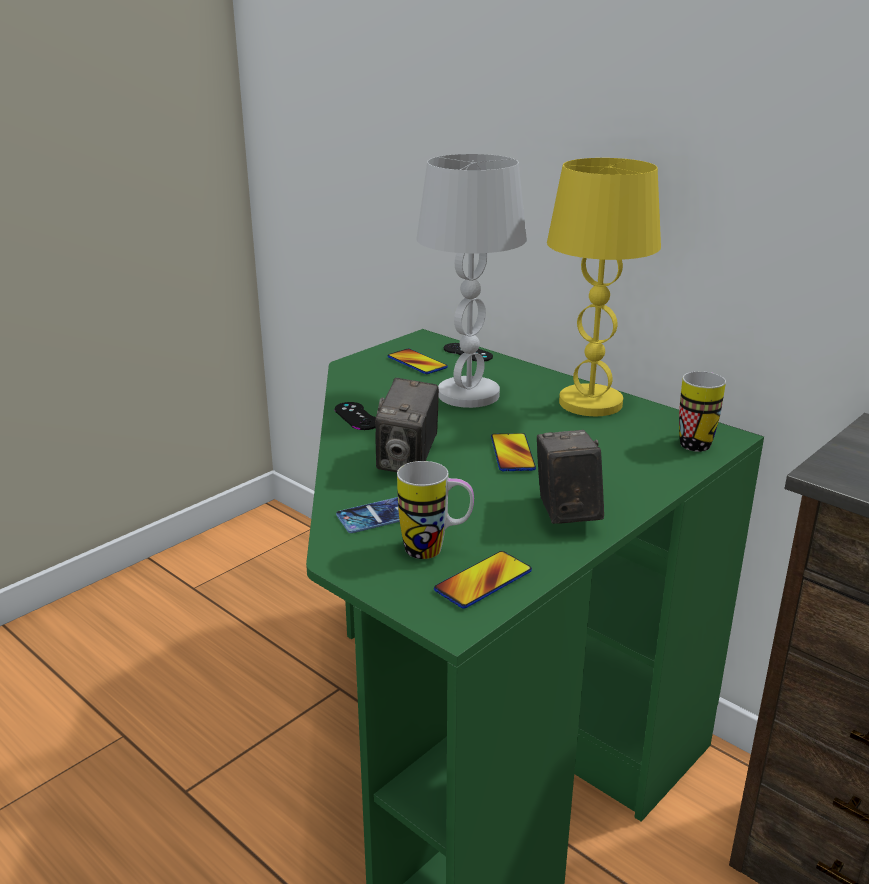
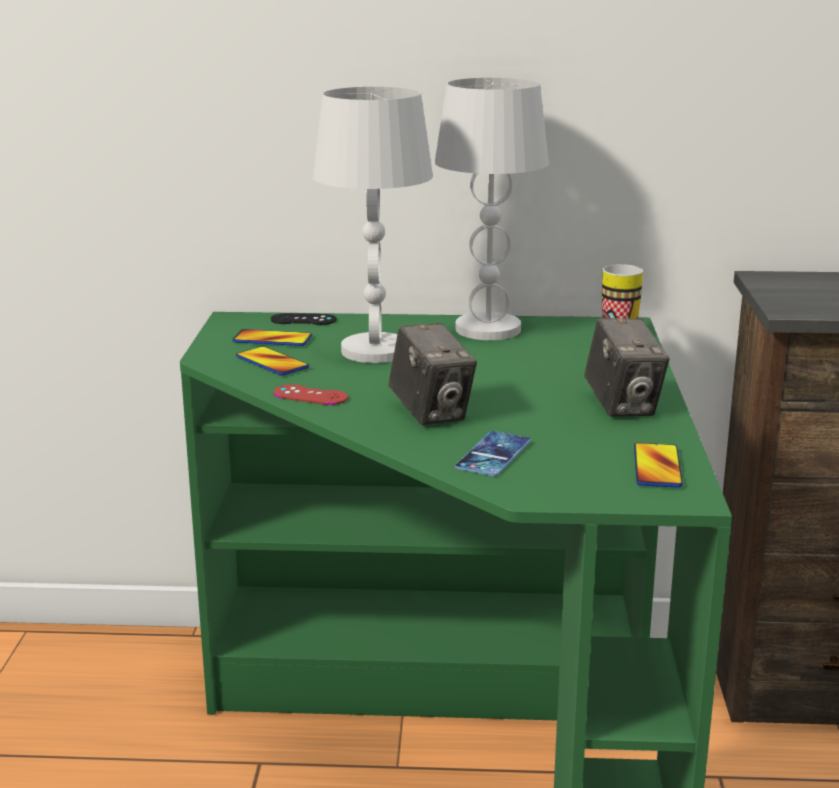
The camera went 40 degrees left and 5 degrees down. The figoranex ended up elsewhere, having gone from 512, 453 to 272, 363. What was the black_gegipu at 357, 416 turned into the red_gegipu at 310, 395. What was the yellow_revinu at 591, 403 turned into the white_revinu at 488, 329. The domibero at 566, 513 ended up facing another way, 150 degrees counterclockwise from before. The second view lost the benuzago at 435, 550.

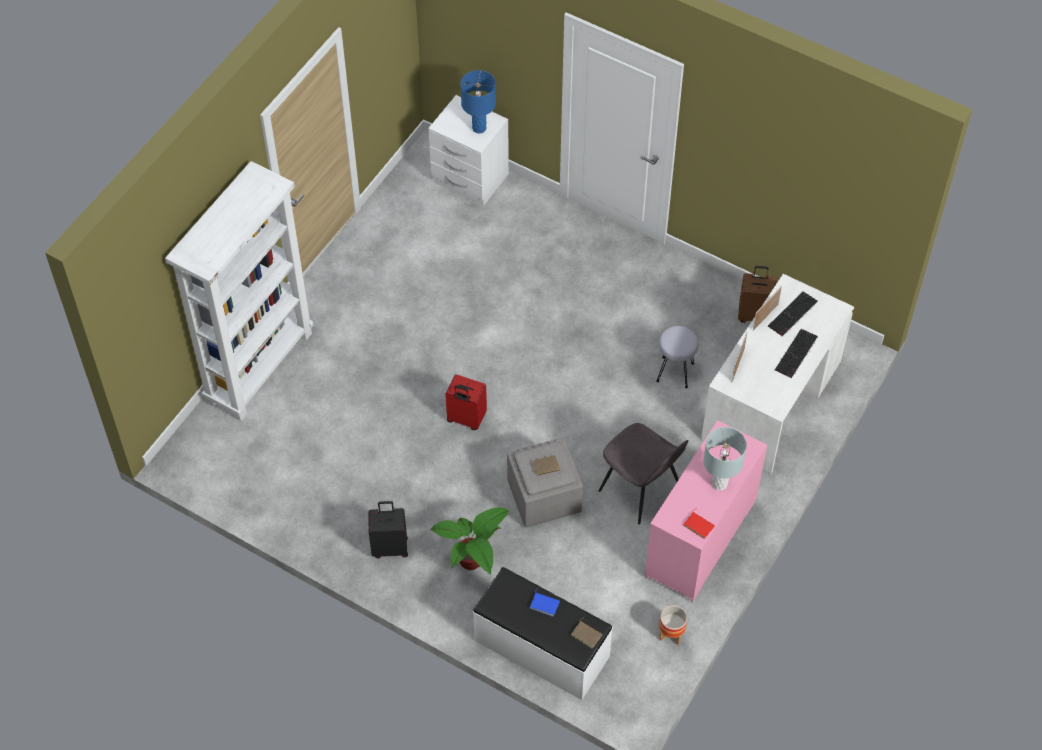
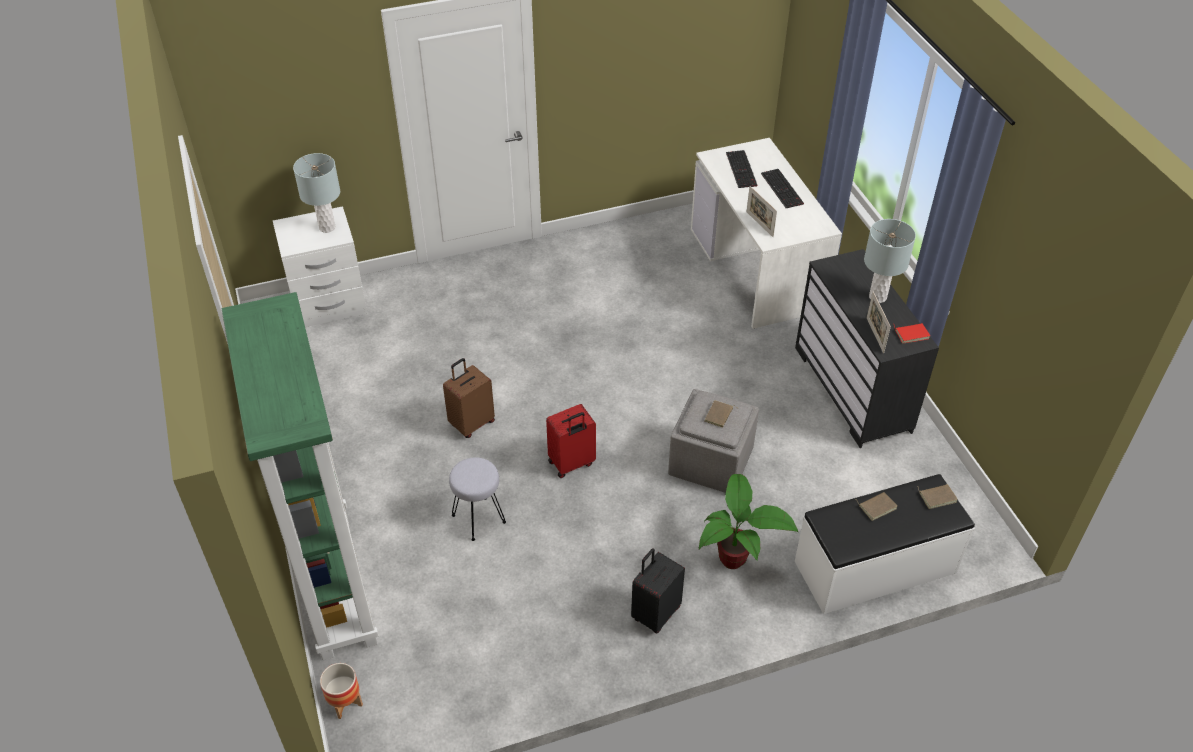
The camera went 50 degrees left and 10 degrees down. What was the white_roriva at 260, 366 turned into the green_roriva at 333, 584. What was the blue_revinu at 479, 128 turned into the grey_revinu at 327, 227. The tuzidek ended up elsewhere, having gone from 671, 633 to 345, 702. The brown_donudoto ended up elsewhere, having gone from 754, 314 to 471, 423. The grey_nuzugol ended up elsewhere, having gone from 675, 371 to 478, 518. What was the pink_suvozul at 701, 540 turned into the black_suvozul at 853, 389. What was the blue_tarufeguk at 545, 604 turned into the brown_tarufeguk at 877, 506. The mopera ended up elsewhere, having gone from 765, 317 to 875, 335. The second view lost the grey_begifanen at 641, 490.

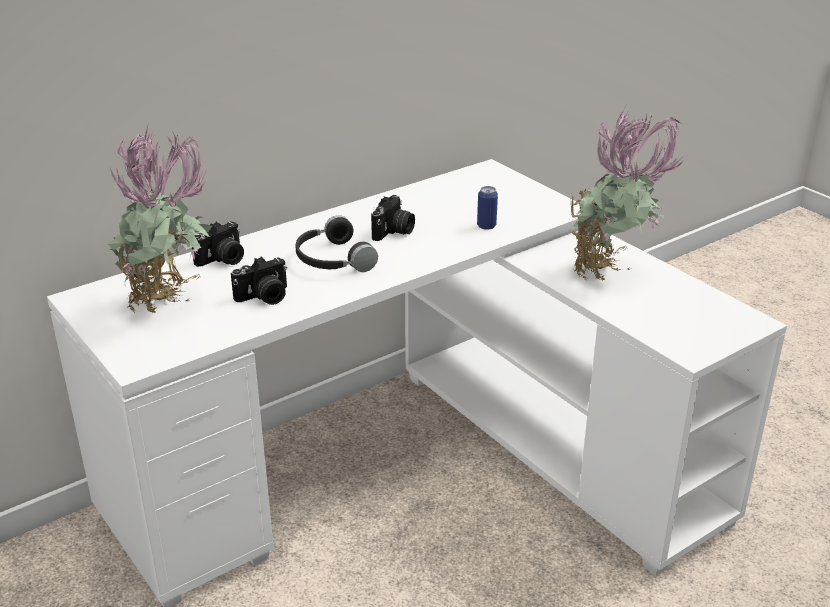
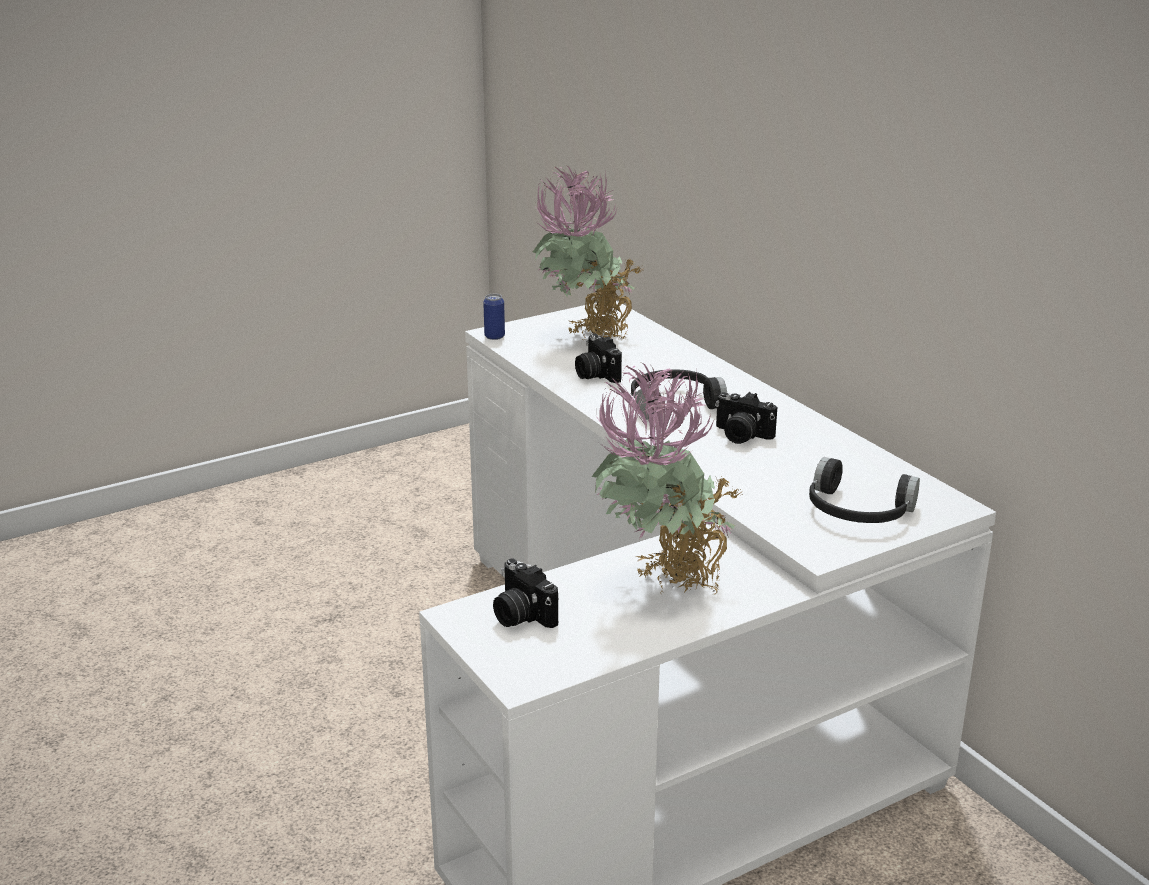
The camera went 95 degrees right and 5 degrees down. The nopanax ended up elsewhere, having gone from 486, 226 to 494, 336. The domibero ended up elsewhere, having gone from 222, 260 to 521, 615. The second view gained the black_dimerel at 857, 511.

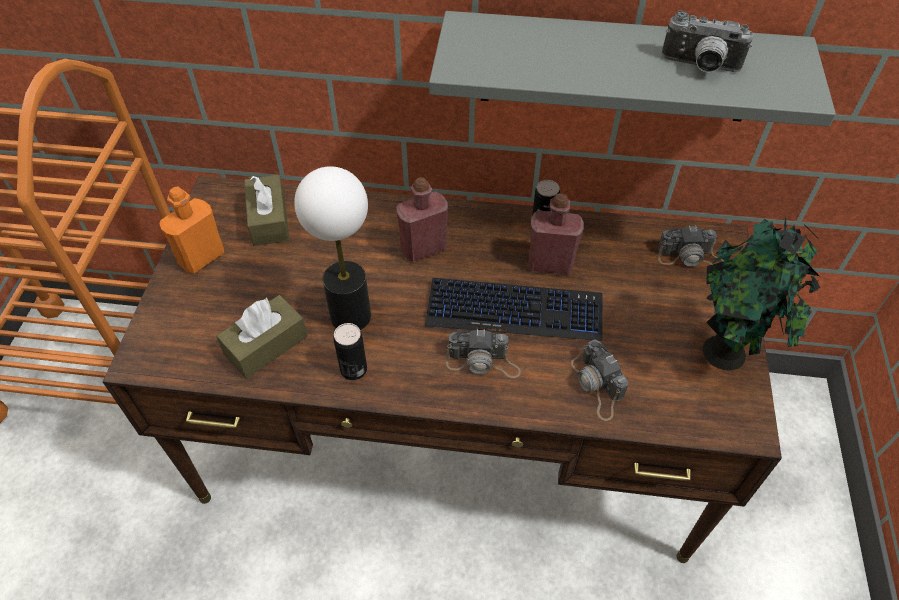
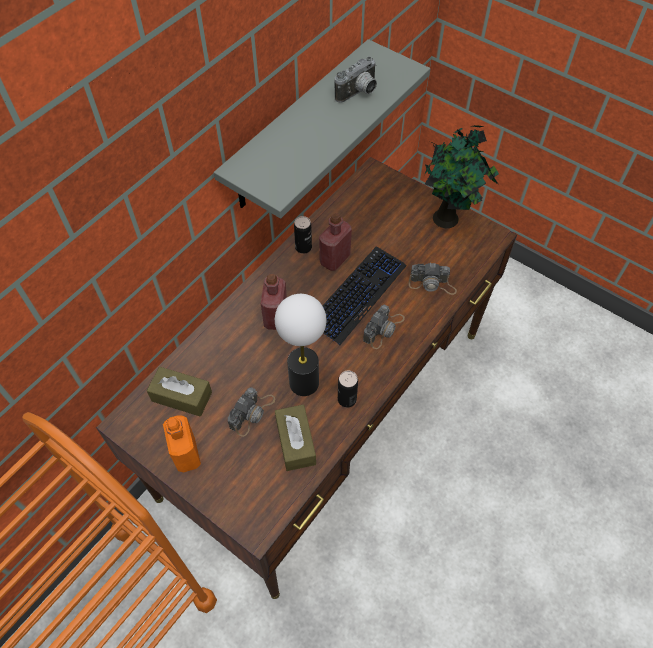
The camera went 60 degrees left and 5 degrees up. The domibero ended up elsewhere, having gone from 691, 256 to 252, 413.

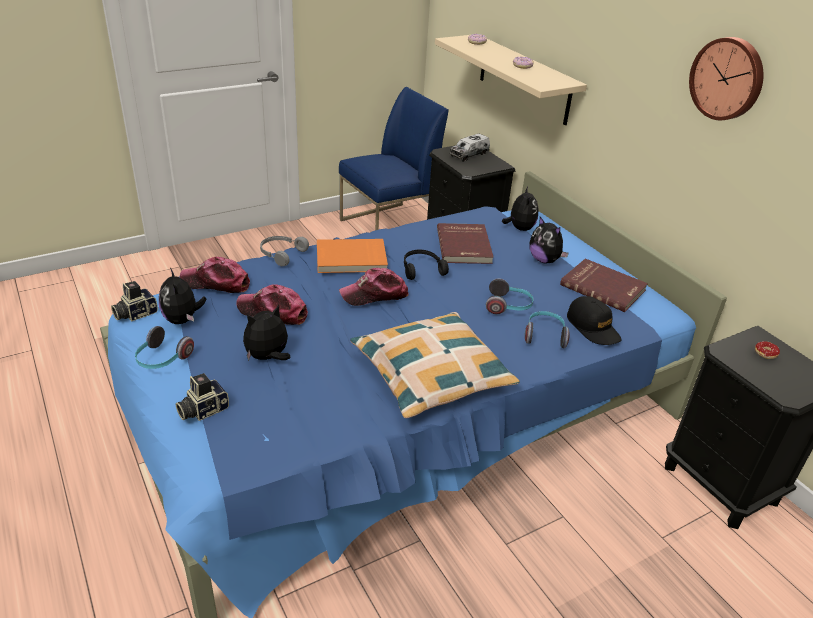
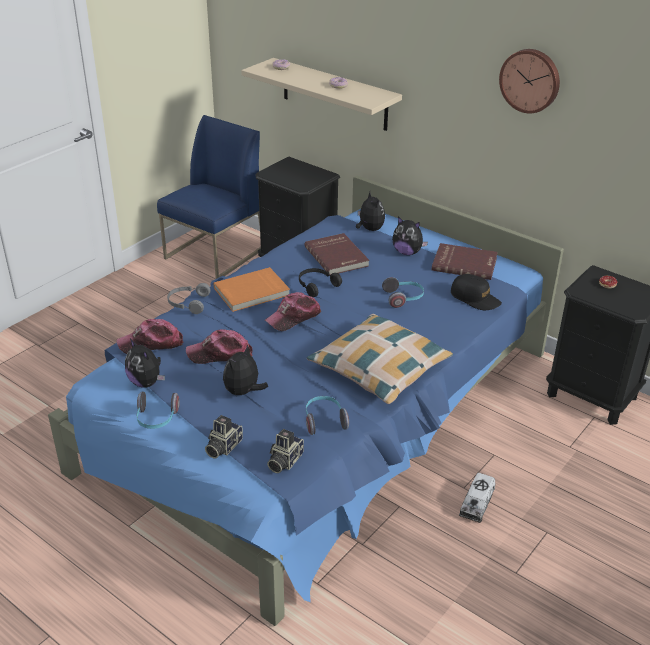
The camera went 20 degrees left and 0 degrees up. The domibero ended up elsewhere, having gone from 135, 313 to 284, 461. The dimerel ended up elsewhere, having gone from 544, 335 to 324, 421. The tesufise ended up elsewhere, having gone from 469, 154 to 476, 504.

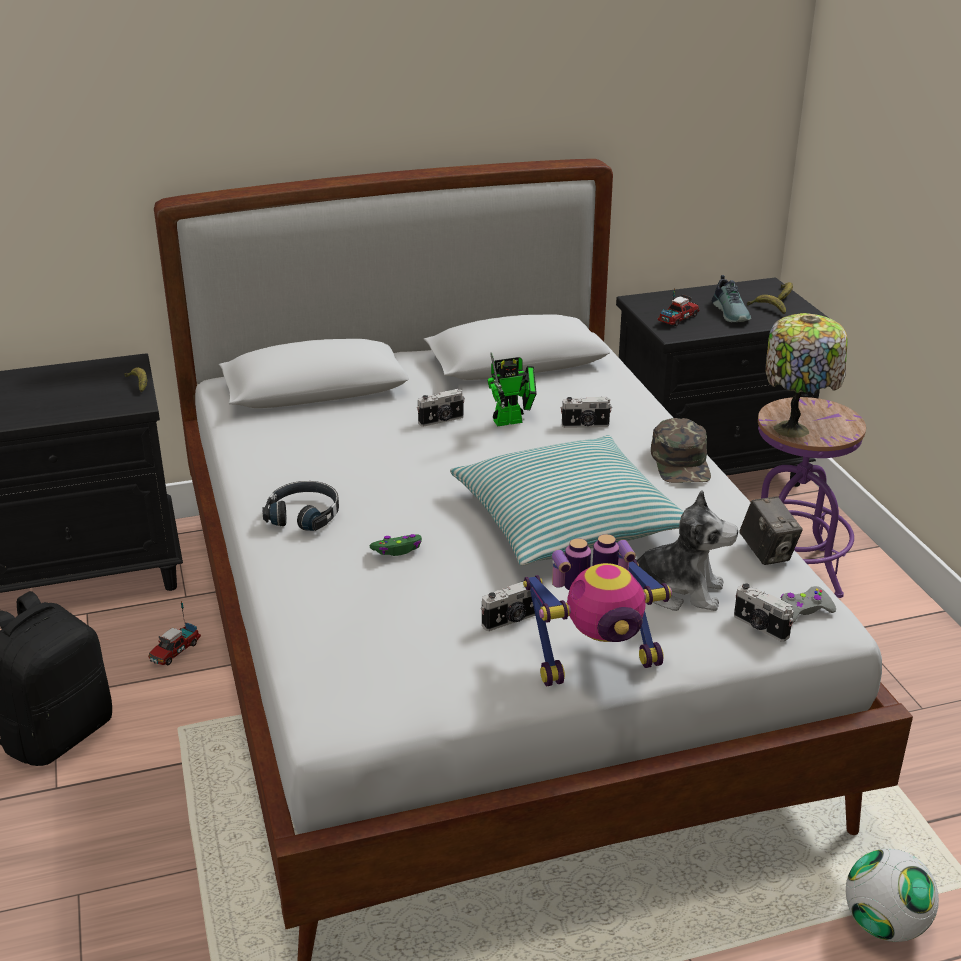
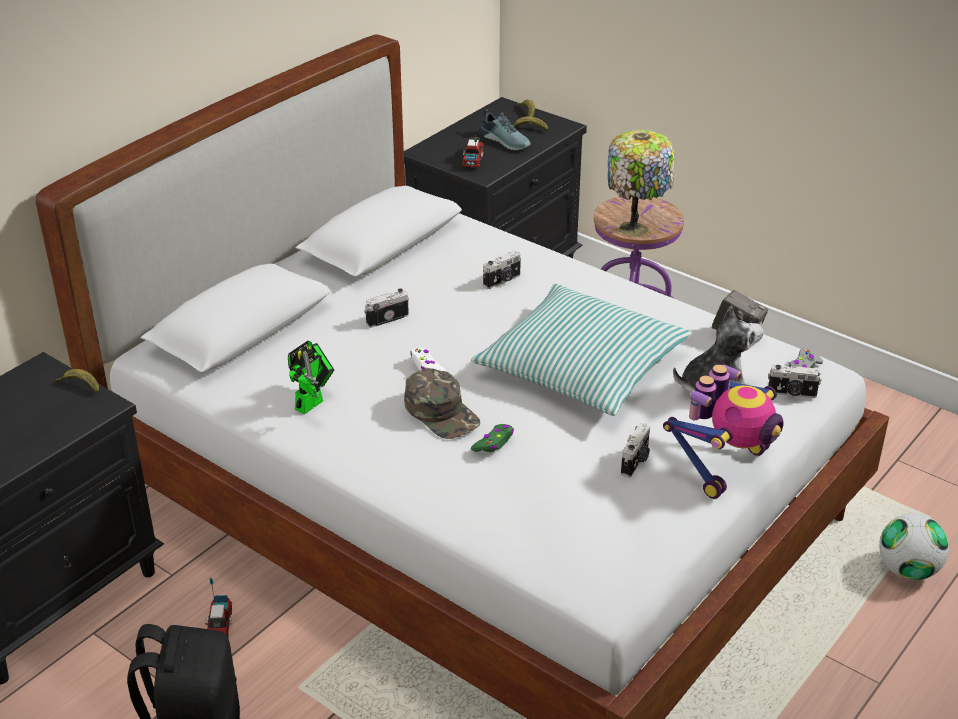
The camera went 35 degrees left and 5 degrees up. The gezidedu ended up elsewhere, having gone from 512, 421 to 312, 402. The domibero at 441, 420 ended up facing another way, 150 degrees counterclockwise from before. The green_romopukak ended up elsewhere, having gone from 681, 462 to 442, 412. The second view gained the white_gegipu at 427, 366. The second view lost the black_dimerel at 304, 514.

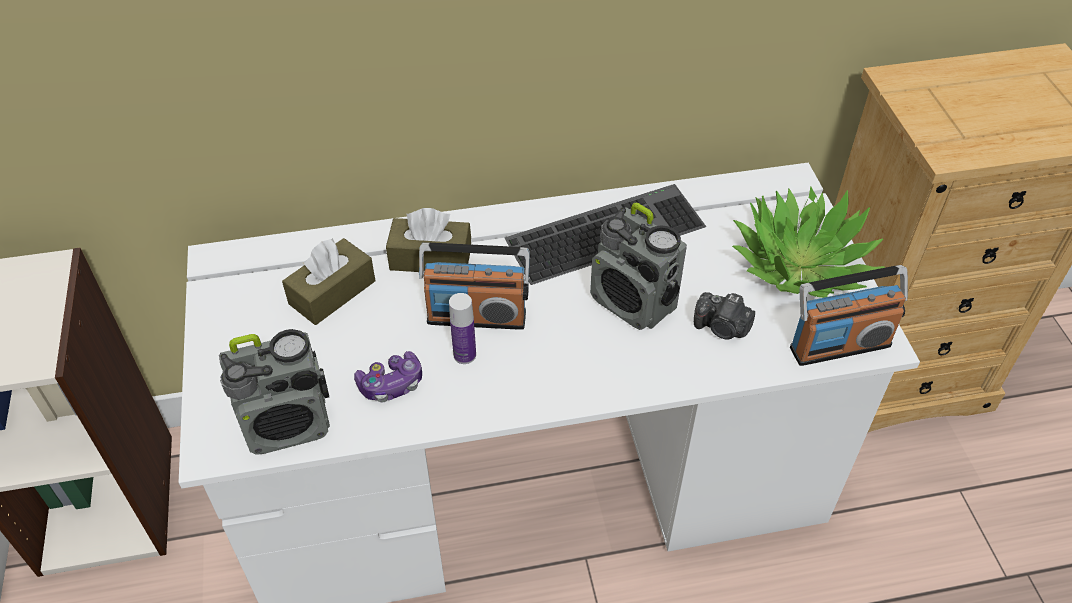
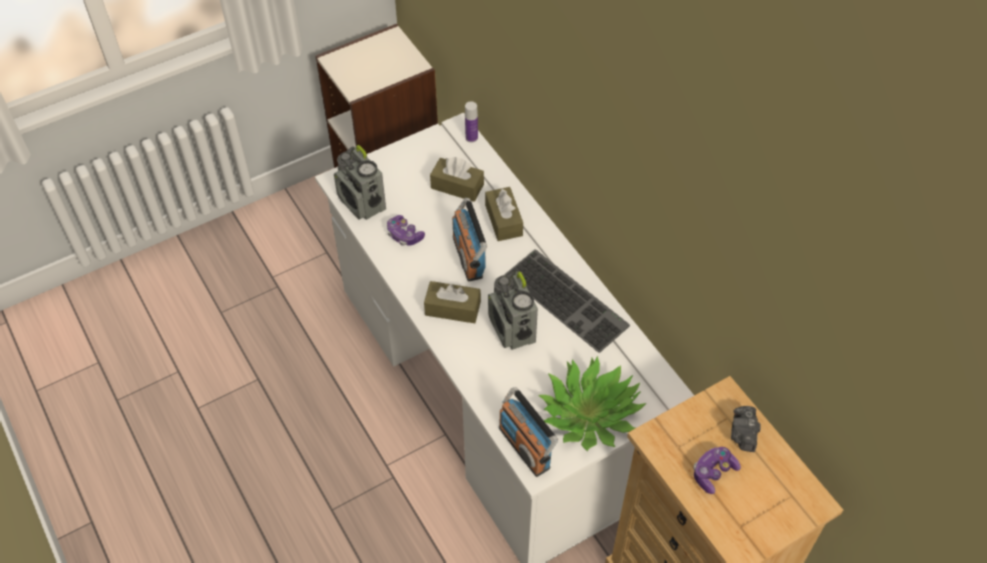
The camera went 70 degrees right and 5 degrees up. The second view gained the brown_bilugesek at 452, 308. The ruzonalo ended up elsewhere, having gone from 464, 355 to 471, 137. The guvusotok at 633, 303 ended up facing another way, 45 degrees counterclockwise from before. The second view gained the gegipu at 713, 473. The domibero ended up elsewhere, having gone from 722, 328 to 743, 435.

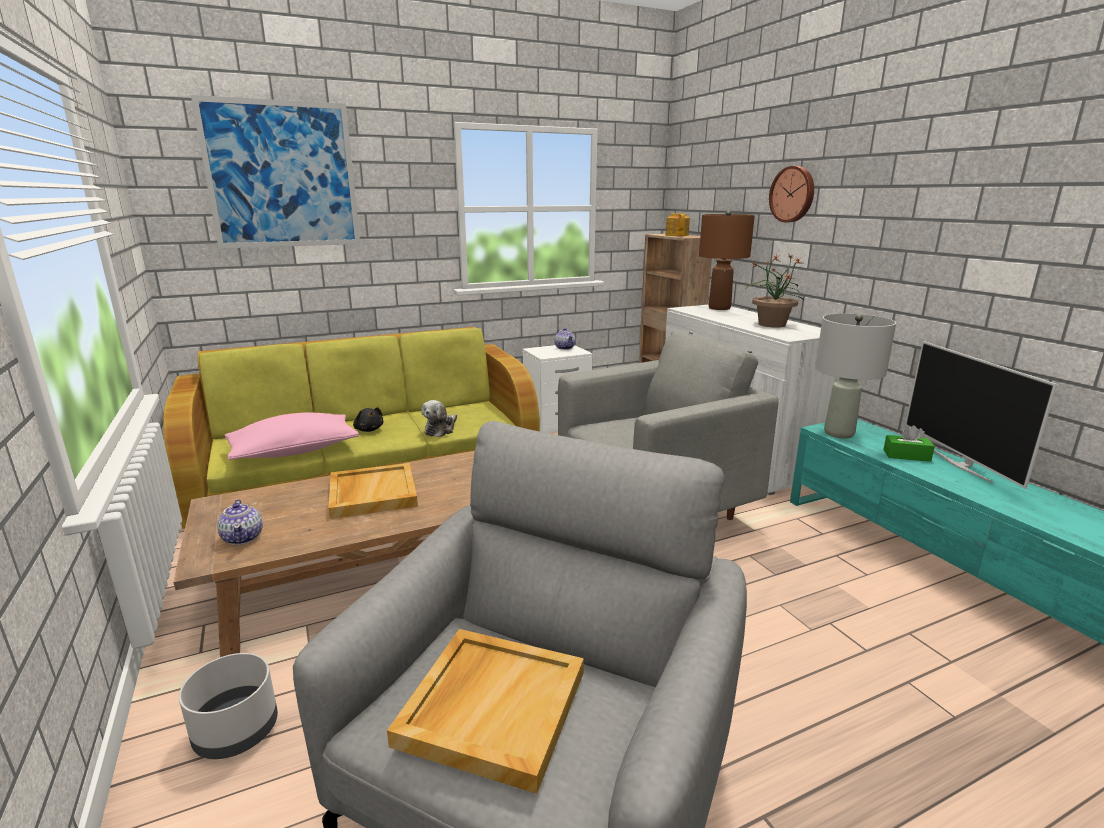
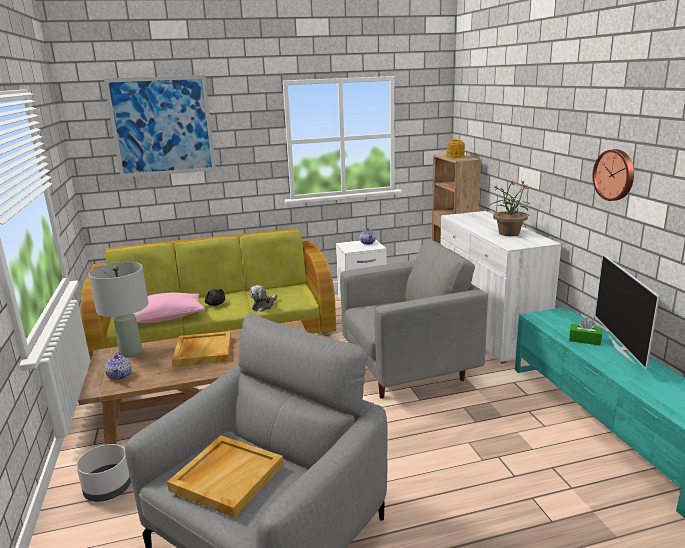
The camera went 10 degrees right and 0 degrees up. The grey_revinu ended up elsewhere, having gone from 838, 433 to 131, 352. The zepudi ended up elsewhere, having gone from 793, 194 to 615, 175. The second view lost the brown_revinu at 719, 308.

